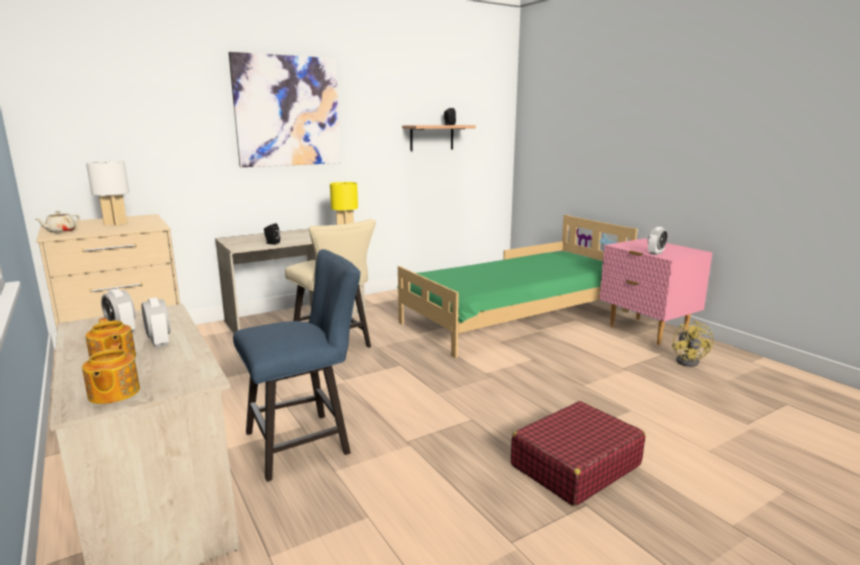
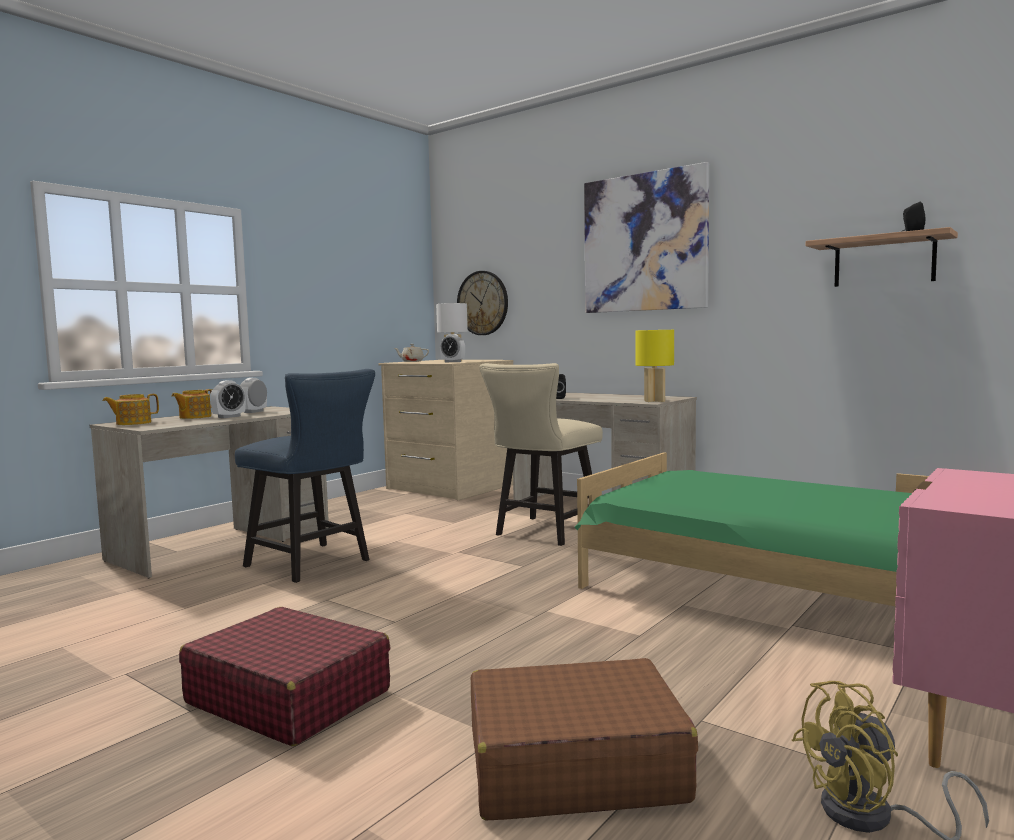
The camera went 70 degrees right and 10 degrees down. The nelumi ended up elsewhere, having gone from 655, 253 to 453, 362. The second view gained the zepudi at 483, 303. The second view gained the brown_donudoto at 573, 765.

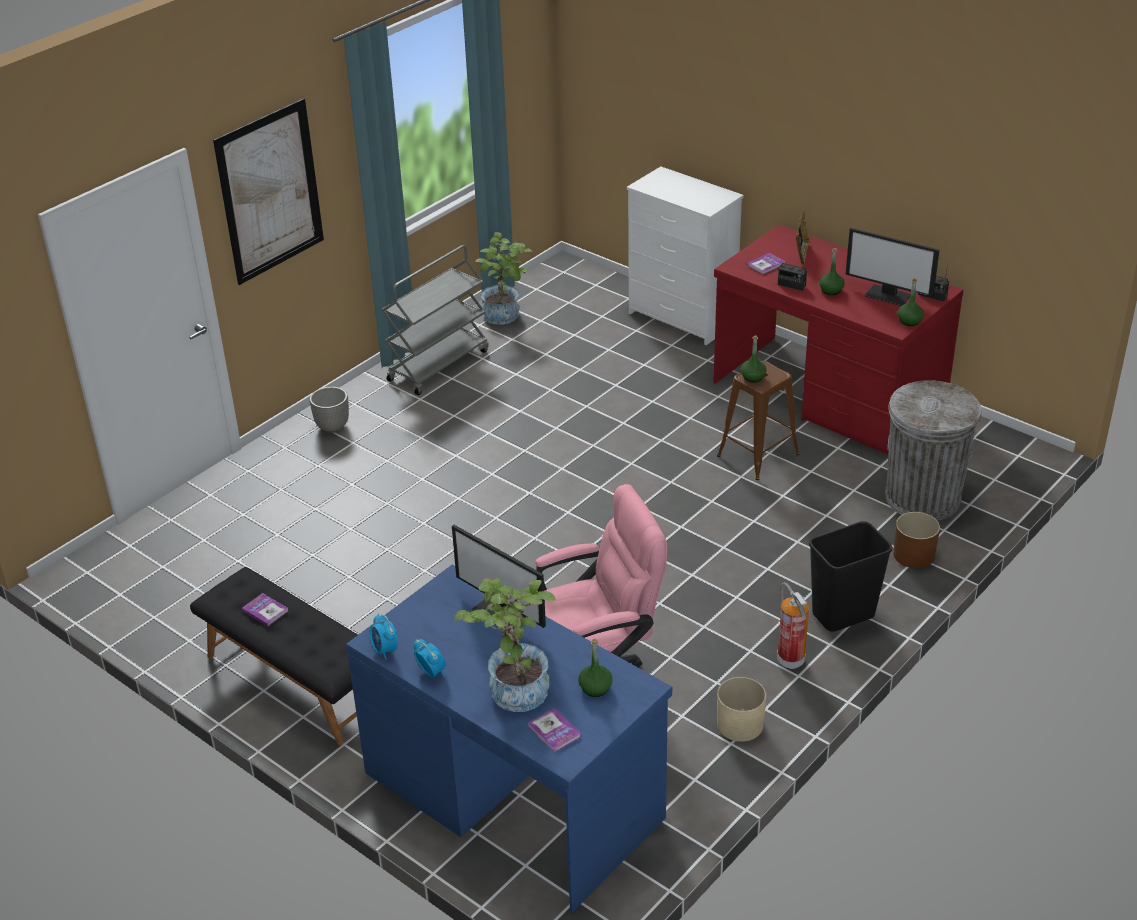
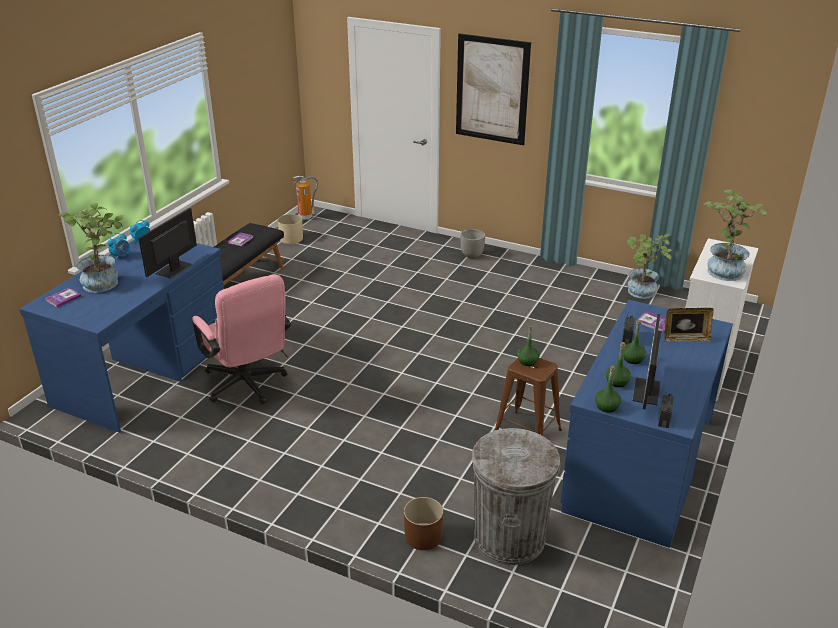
The camera went 75 degrees right and 5 degrees down. The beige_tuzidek ended up elsewhere, having gone from 740, 725 to 291, 239. The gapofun ended up elsewhere, having gone from 789, 659 to 306, 217. What was the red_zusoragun at 828, 395 turned into the blue_zusoragun at 638, 465. The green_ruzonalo ended up elsewhere, having gone from 595, 688 to 617, 382. The second view gained the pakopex at 723, 269. The second view lost the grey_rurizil at 438, 365. The second view lost the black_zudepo at 843, 614.

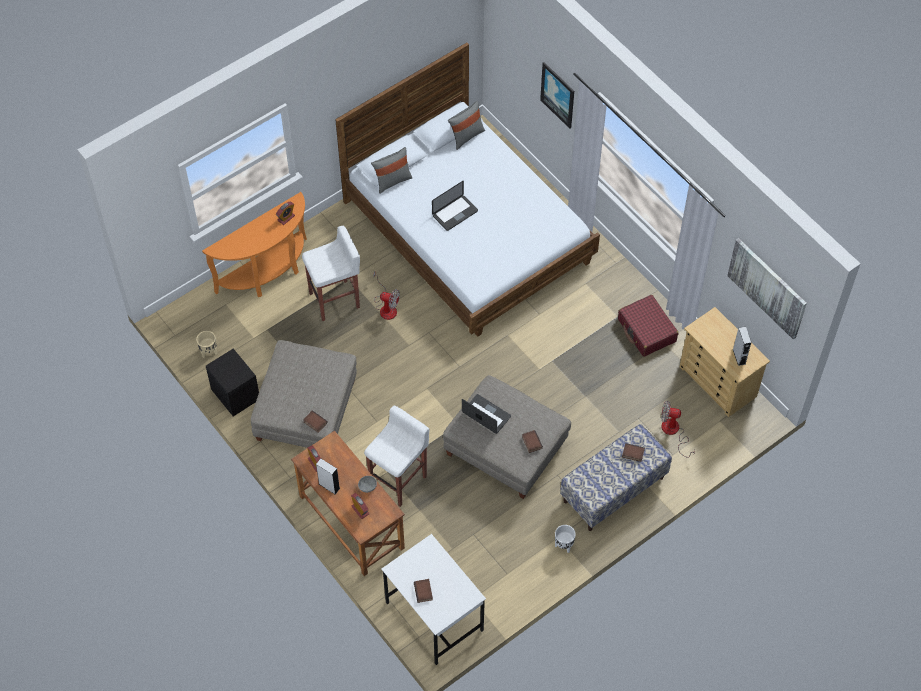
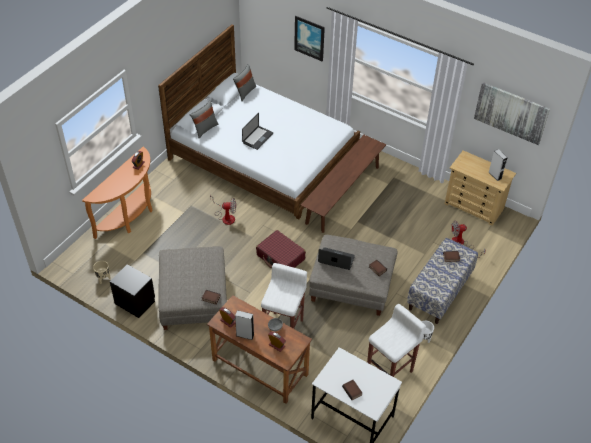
The camera went 20 degrees left and 10 degrees down. The red_donudoto ended up elsewhere, having gone from 646, 331 to 280, 257. The second view gained the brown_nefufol at 343, 194. The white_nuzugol ended up elsewhere, having gone from 335, 300 to 390, 371.

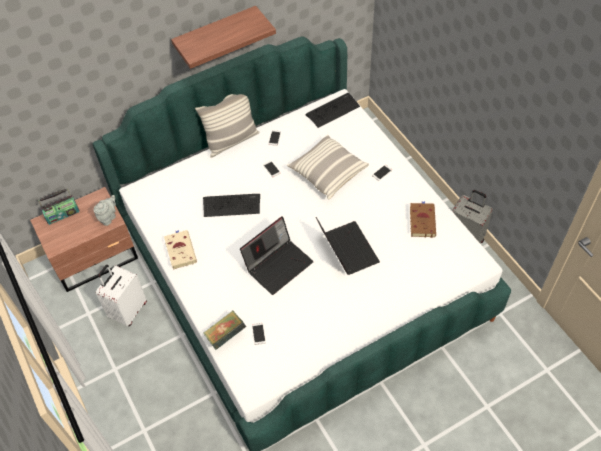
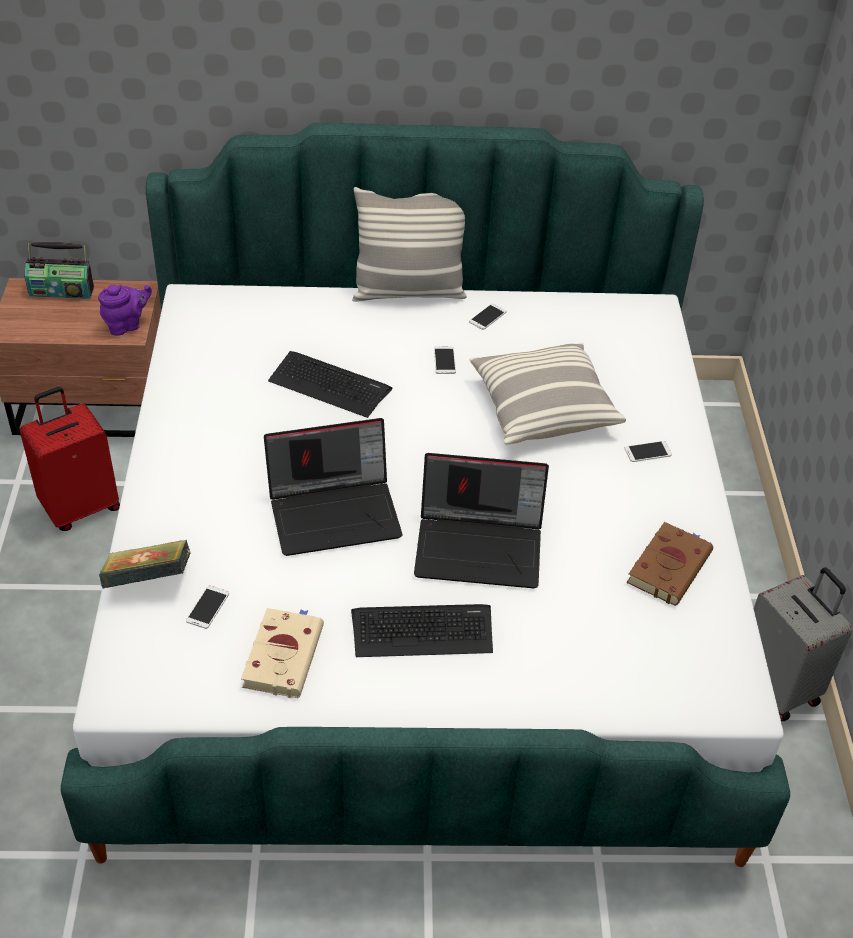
The camera went 25 degrees right and 10 degrees down. What was the white_donudoto at 128, 310 turned into the red_donudoto at 80, 507. What was the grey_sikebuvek at 108, 217 turned into the purple_sikebuvek at 127, 325. The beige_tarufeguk ended up elsewhere, having gone from 180, 250 to 283, 654. The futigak ended up elsewhere, having gone from 332, 110 to 422, 631. The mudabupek at 346, 249 ended up facing another way, 90 degrees clockwise from before. The second view lost the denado at 216, 35.

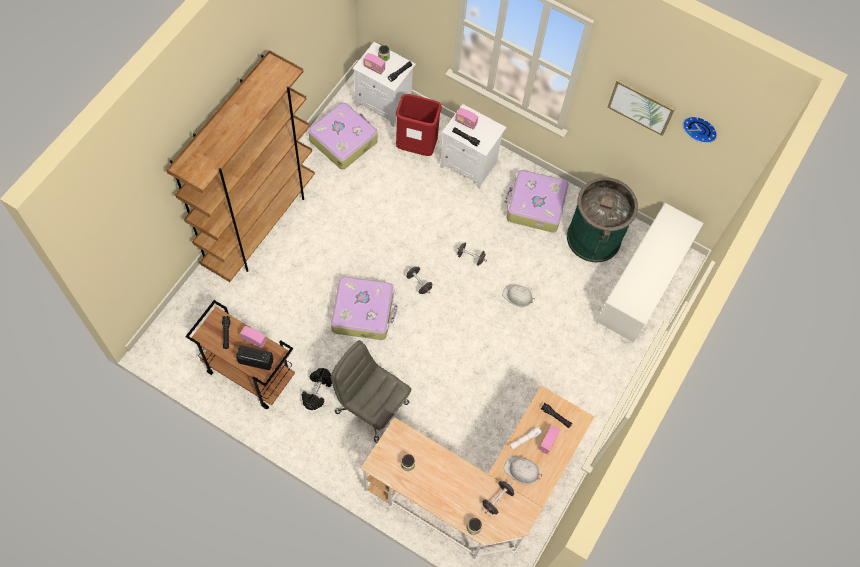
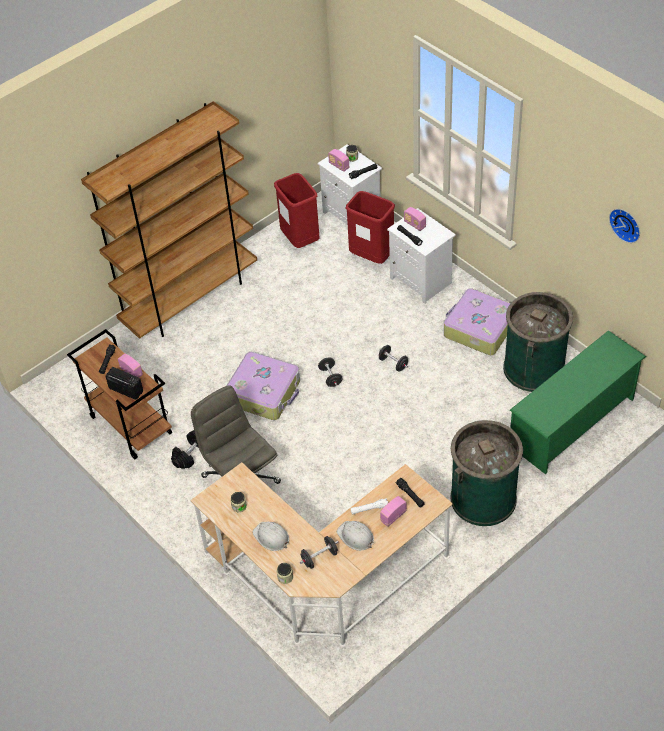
The camera went 25 degrees right and 15 degrees down. The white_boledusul ended up elsewhere, having gone from 518, 296 to 271, 537. Where the donudoto stood at 343, 140, the red_zudepo came to stand at 300, 240. The second view gained the green_zudepo at 483, 498. What was the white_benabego at 641, 286 turned into the green_benabego at 572, 423. The second view lost the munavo at 641, 106.

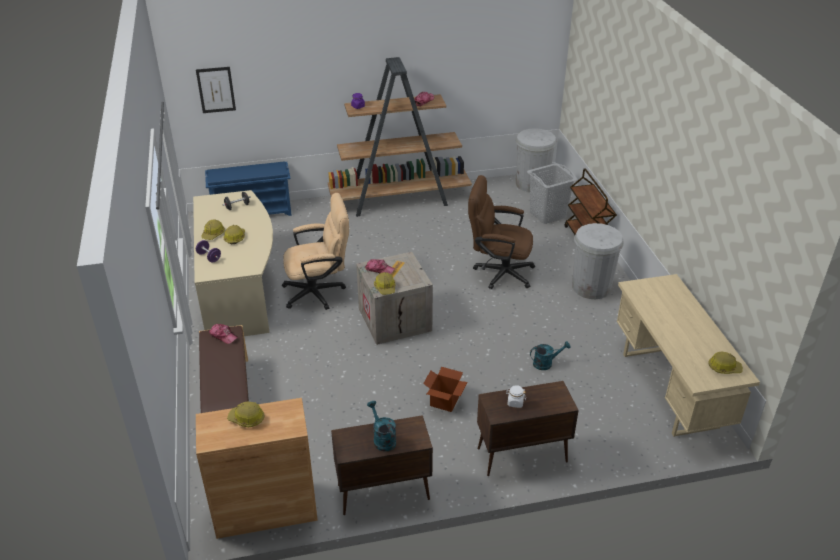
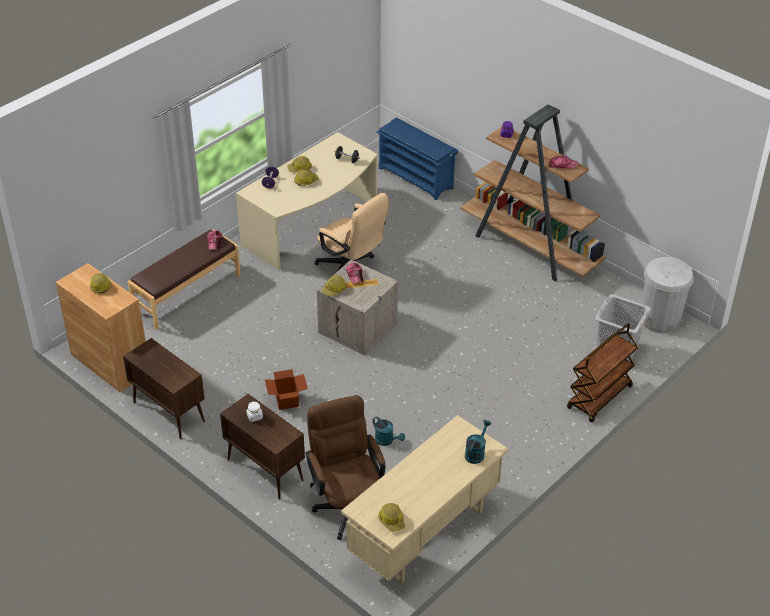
The camera went 55 degrees right and 5 degrees up. The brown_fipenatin ended up elsewhere, having gone from 498, 272 to 347, 504. The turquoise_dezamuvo ended up elsewhere, having gone from 382, 439 to 476, 453. The second view lost the munavo at 216, 90. The second view lost the white_zudepo at 591, 287.

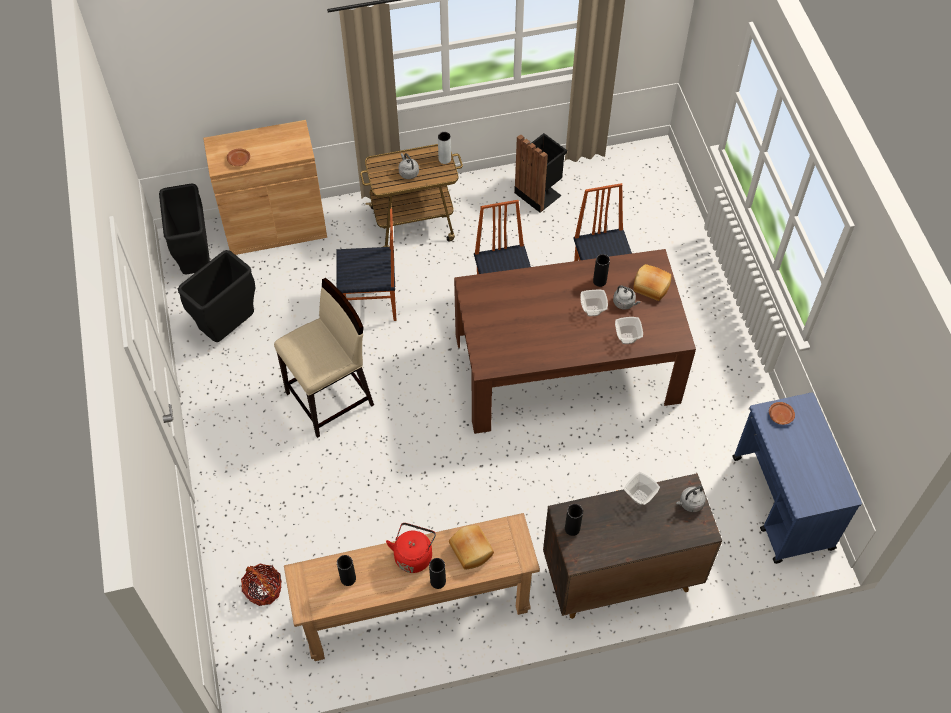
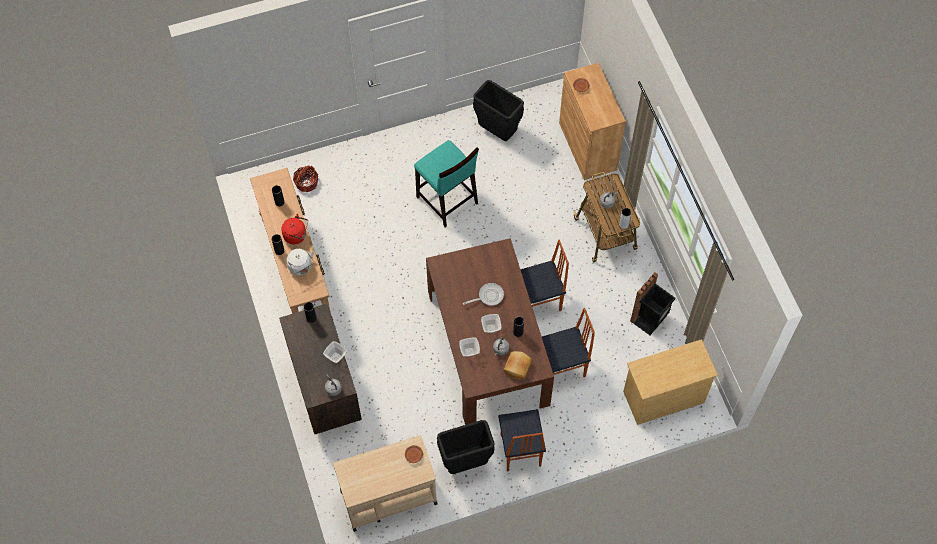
The camera went 85 degrees right and 5 degrees up. Where the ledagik stood at 472, 550, the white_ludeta came to stand at 301, 267. What was the blue_rurizil at 782, 503 turned into the beige_rurizil at 388, 496. What was the beige_nuzugol at 331, 399 turned into the turquoise_nuzugol at 447, 201. The black_zudepo ended up elsewhere, having gone from 197, 261 to 466, 463. The second view gained the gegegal at 488, 296. The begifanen ended up elsewhere, having gone from 371, 305 to 519, 451. The second view gained the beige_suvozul at 663, 397.

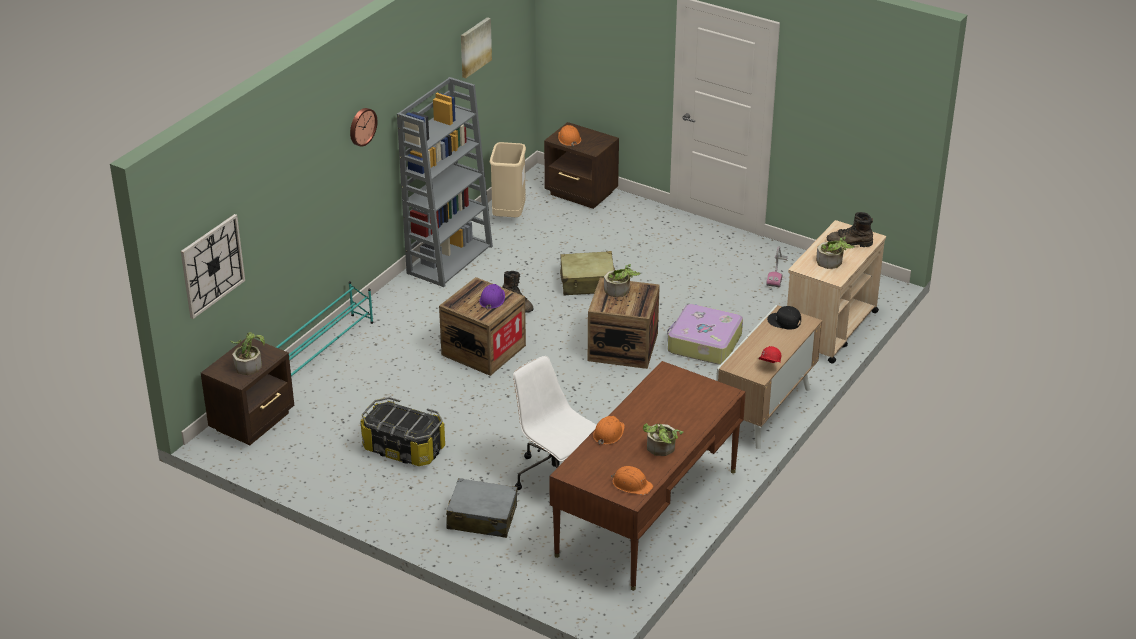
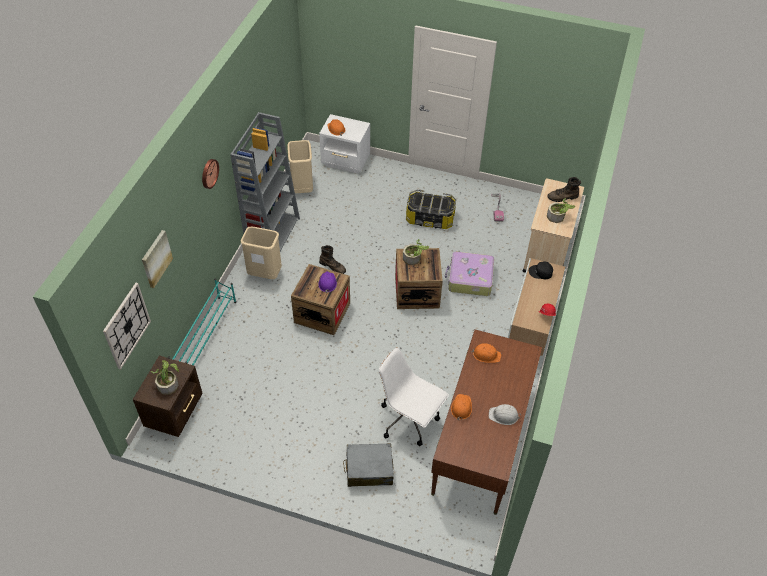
The camera went 15 degrees left and 15 degrees up. The munavo ended up elsewhere, having gone from 474, 47 to 156, 258. The second view gained the beige_zudepo at 265, 274. What was the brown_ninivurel at 581, 194 turned into the white_ninivurel at 346, 162. The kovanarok ended up elsewhere, having gone from 403, 449 to 430, 219. The orange_boledusul ended up elsewhere, having gone from 631, 484 to 486, 355. Where the pakopex stood at 661, 449, the white_boledusul came to stand at 503, 416. The second view lost the beige_donudoto at 588, 282.

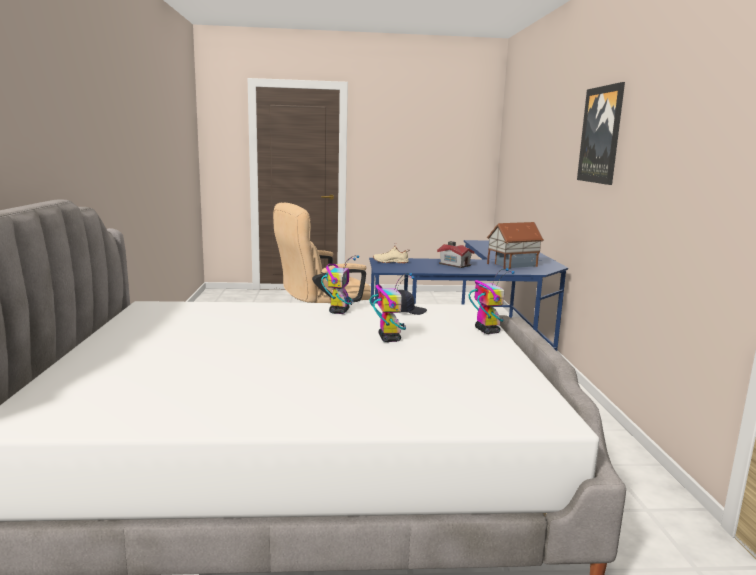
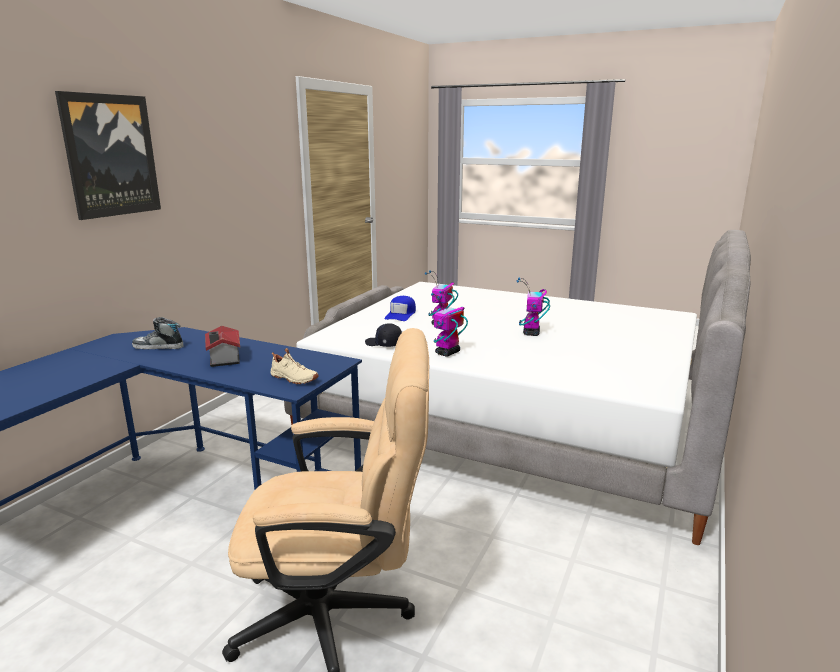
The camera went 150 degrees left and 5 degrees up. Where the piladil stood at 511, 265, the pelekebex came to stand at 158, 347. The second view gained the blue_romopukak at 401, 314. The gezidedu ended up elsewhere, having gone from 486, 330 to 531, 333.

